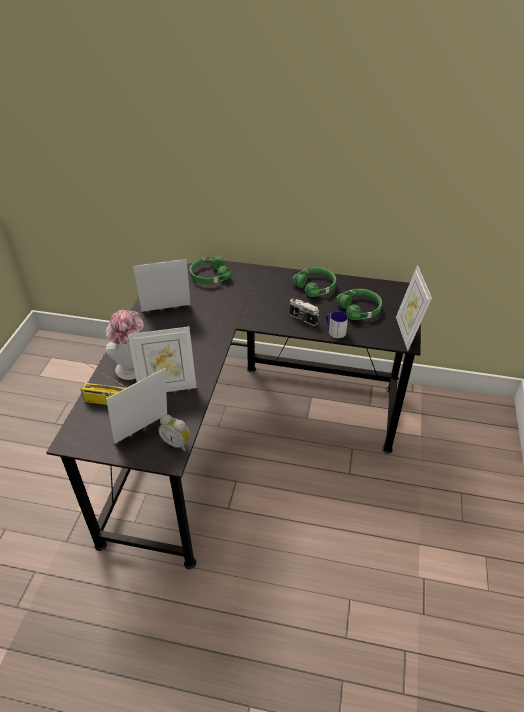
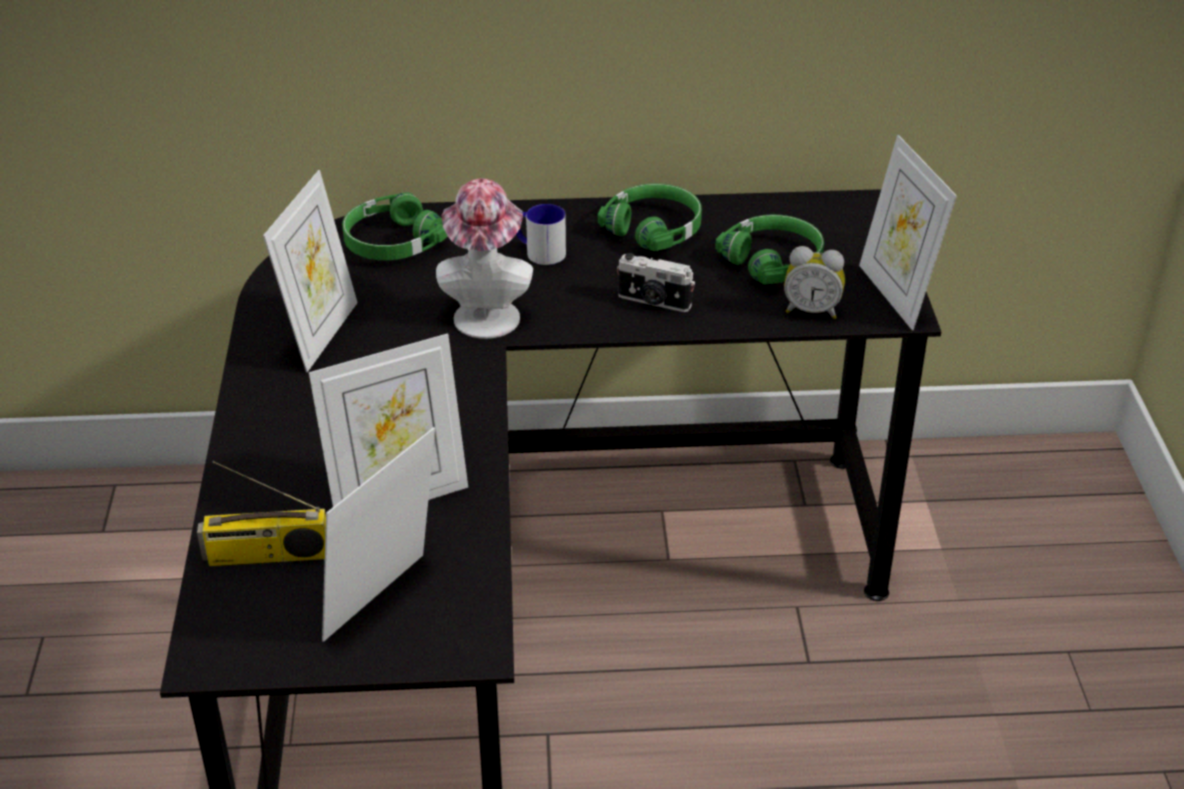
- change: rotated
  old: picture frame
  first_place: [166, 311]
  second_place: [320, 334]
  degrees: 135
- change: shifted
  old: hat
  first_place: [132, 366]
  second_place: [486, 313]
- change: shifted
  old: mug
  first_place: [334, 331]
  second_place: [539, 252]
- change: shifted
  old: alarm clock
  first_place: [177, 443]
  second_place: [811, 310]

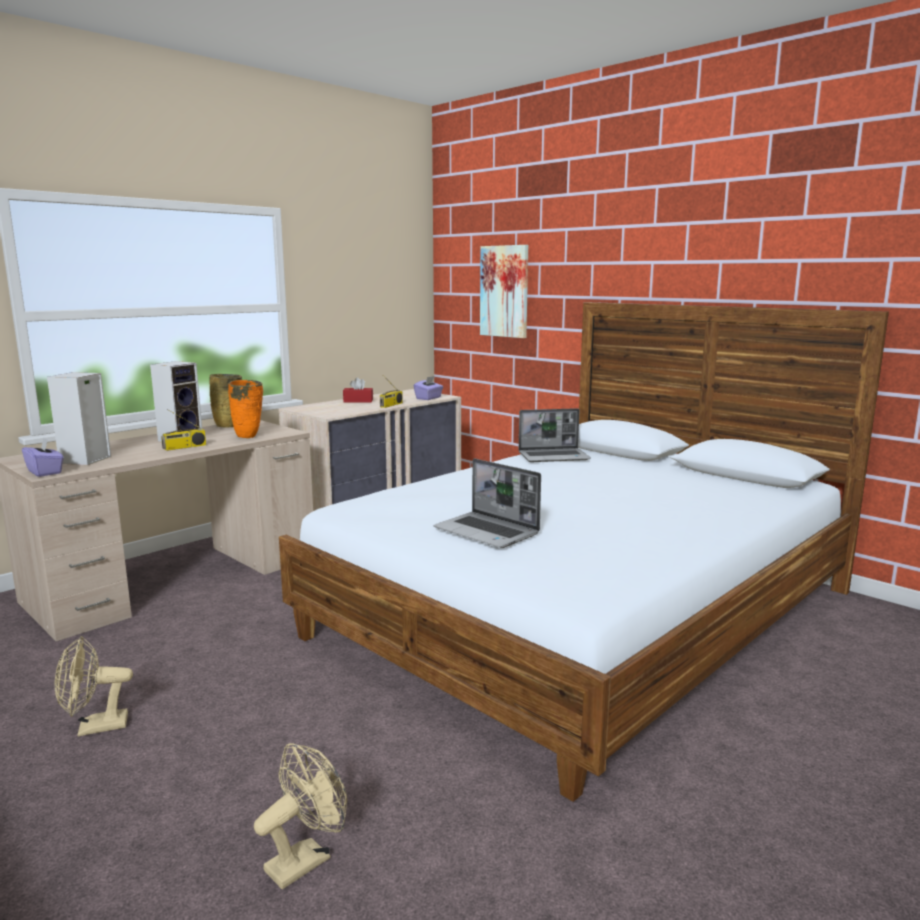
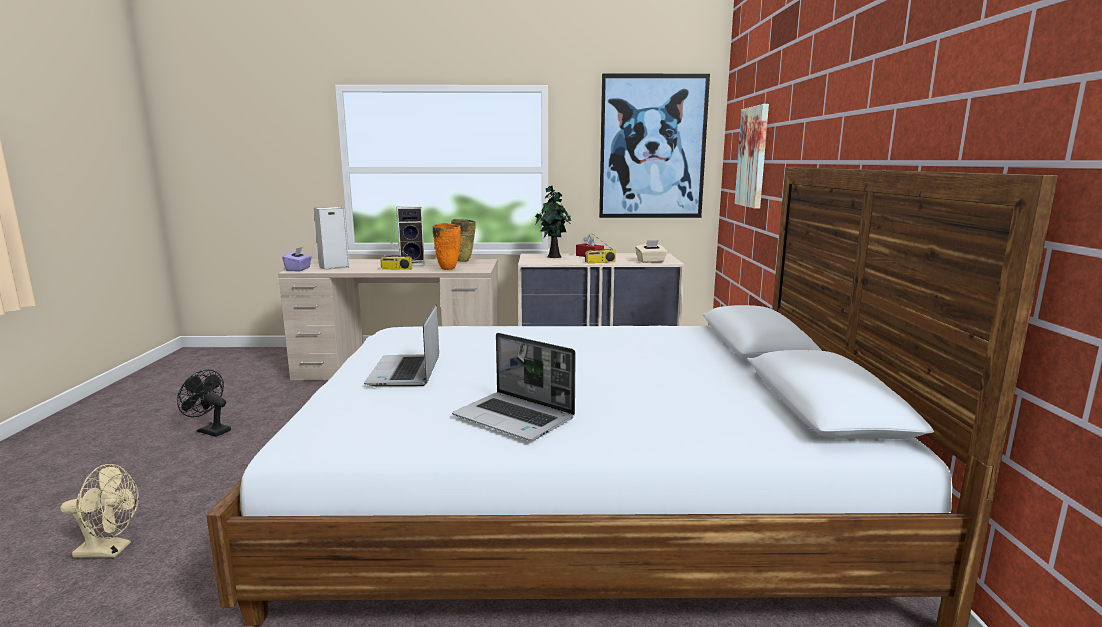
- change: repainted
  old: purple tissue holder
  new: beige-coloured tissue holder
  first_place: [429, 398]
  second_place: [651, 261]
- change: shifted
  old: portable computer
  first_place: [554, 457]
  second_place: [515, 418]
- change: repainted
  old: beige-coloured cooling fan
  new: blackish cooling fan
  first_place: [94, 728]
  second_place: [210, 431]
- change: new
  new: picture
  second_place: [652, 147]
- change: new
  new: potted plant
  second_place: [553, 256]

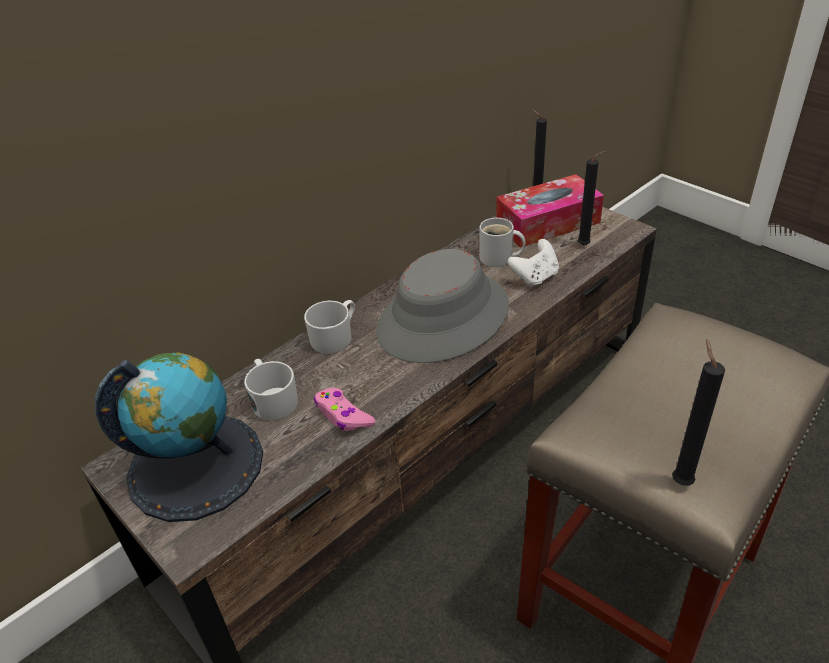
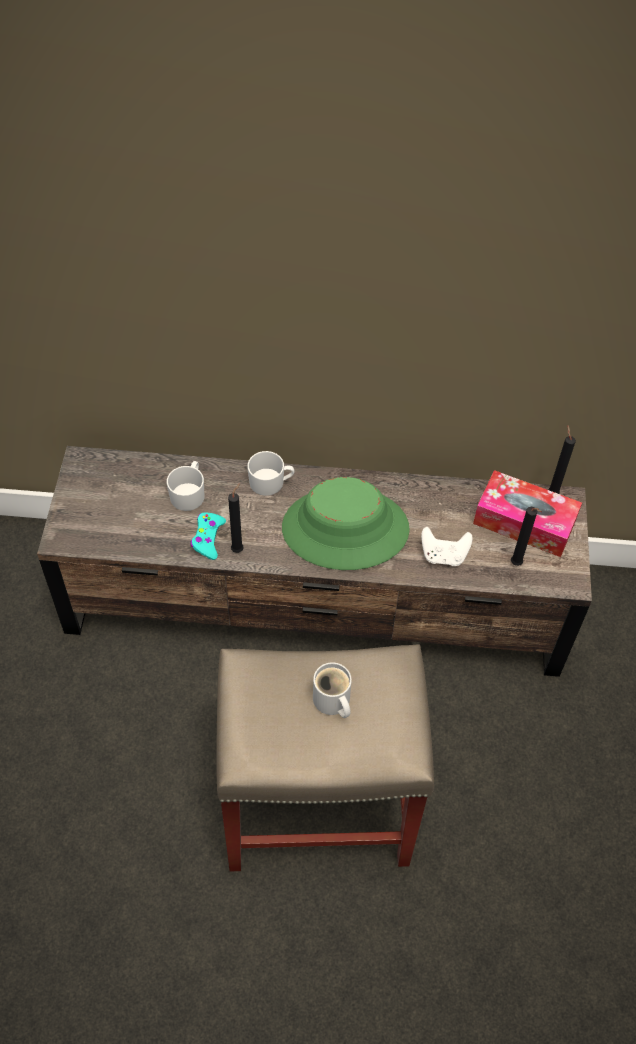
- change: shifted
  old: white-coloured mug
  first_place: [499, 258]
  second_place: [332, 702]
- change: repainted
  old: gray hat
  new: greenish hat
  first_place: [443, 318]
  second_place: [345, 529]
- change: shifted
  old: blackish wax candle
  first_place: [680, 480]
  second_place: [238, 549]
- change: gone
  old: world globe
  first_place: [196, 465]
- change: repainted
  old: pinkish gamepad
  new: blue-green gamepad
  first_place: [343, 415]
  second_place: [208, 538]

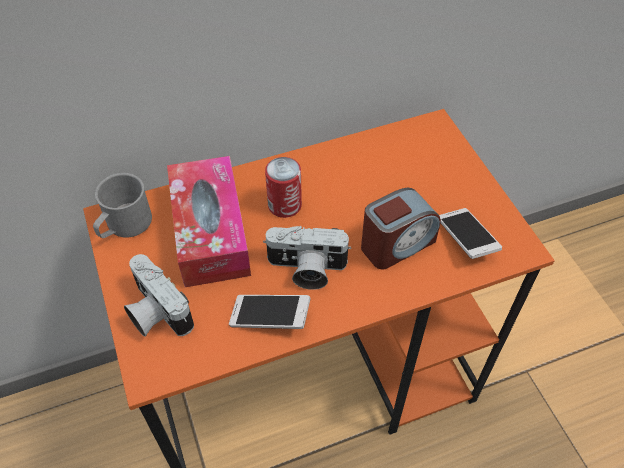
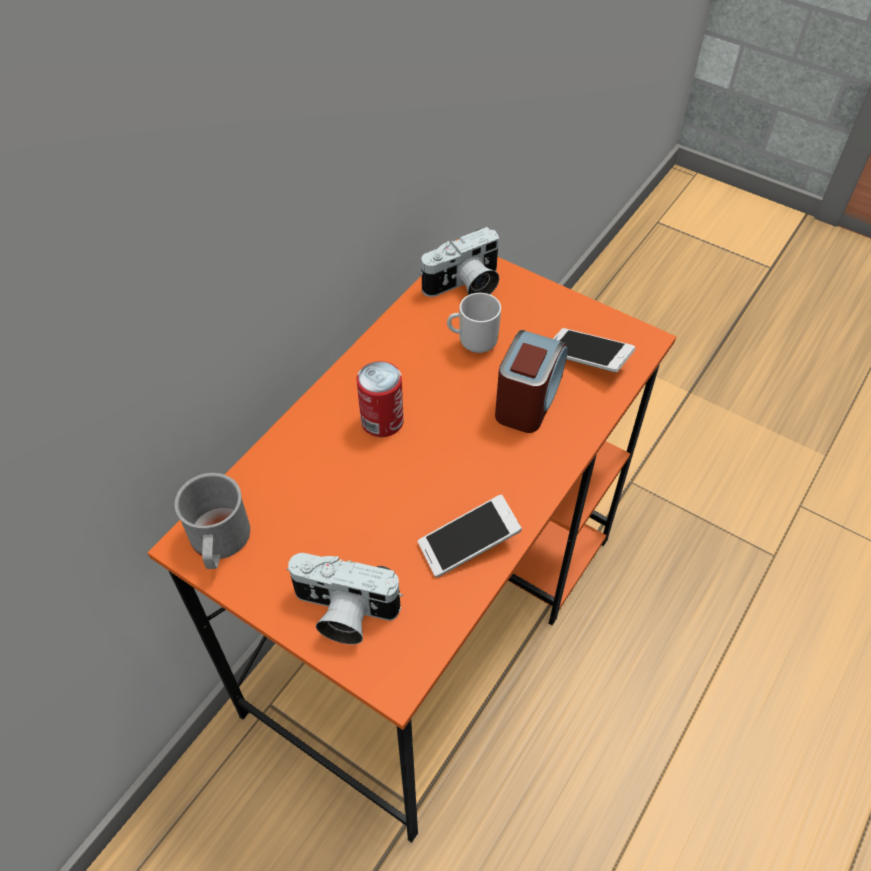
- change: gone
  old: tissue holder
  first_place: [210, 232]
- change: shifted
  old: still camera
  first_place: [306, 269]
  second_place: [465, 286]
- change: new
  new: mug
  second_place: [475, 343]

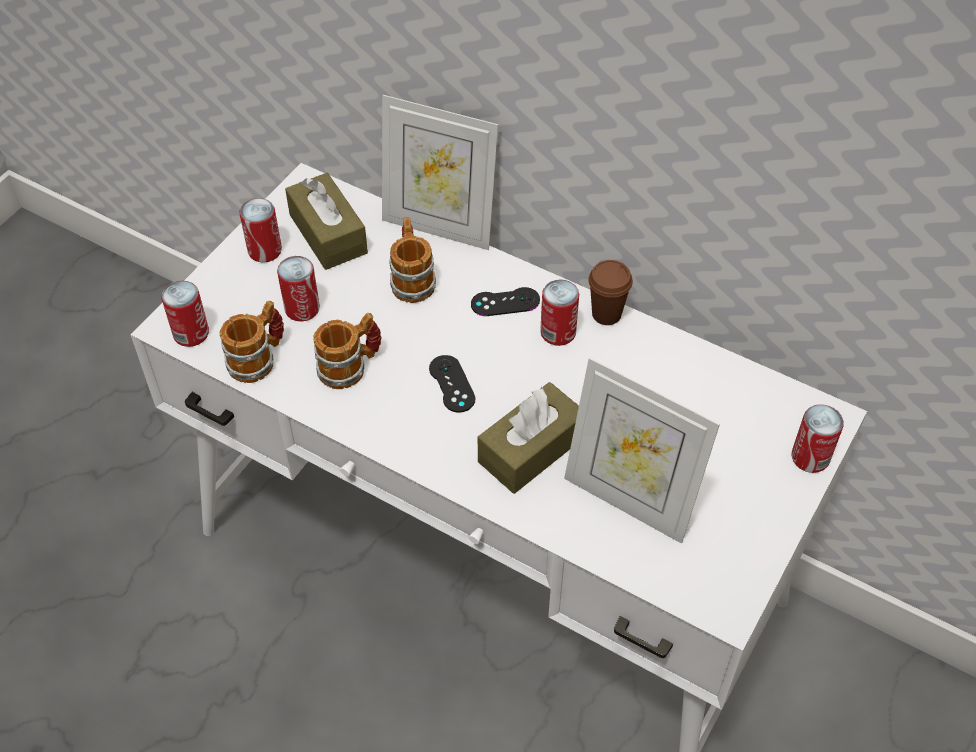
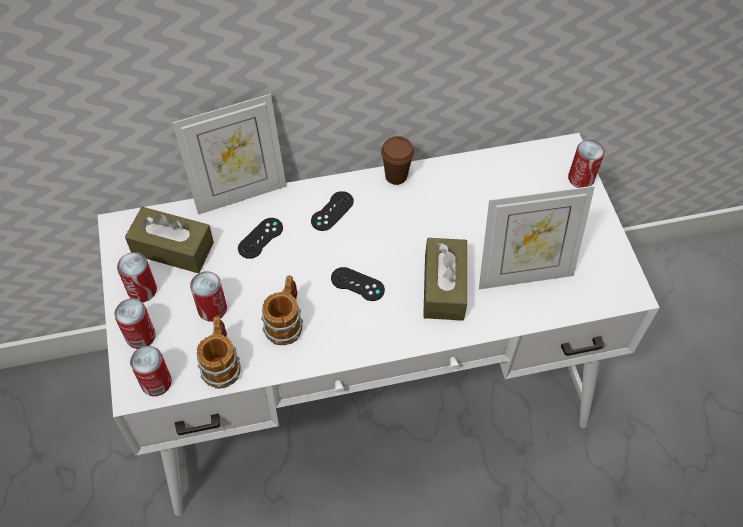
- change: swapped
  old: mug
  new: blackish gamepad
  first_place: [412, 279]
  second_place: [260, 238]
- change: shifted
  old: can
  first_place: [558, 332]
  second_place: [140, 336]

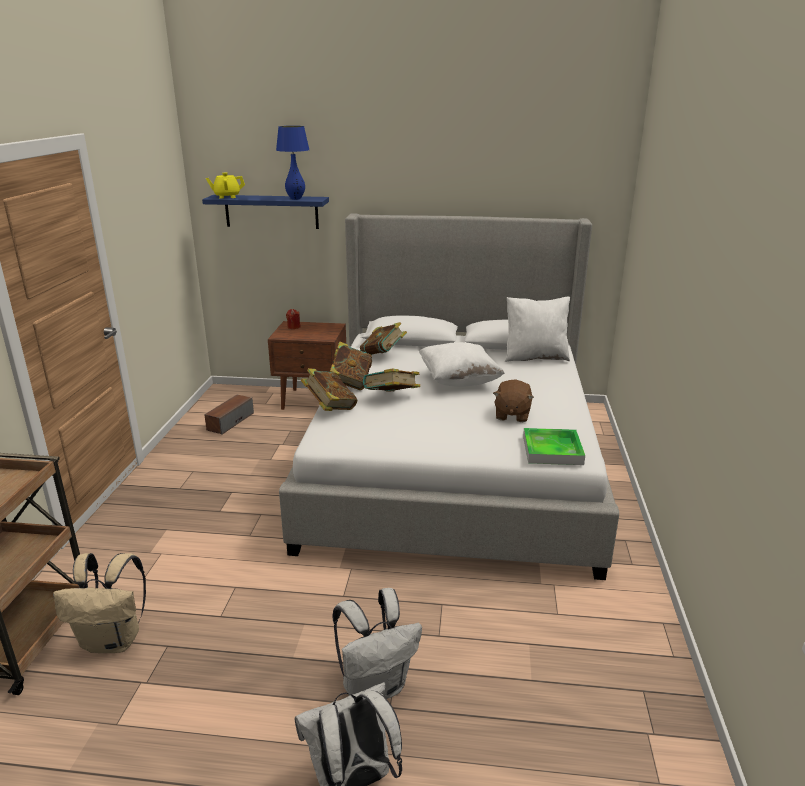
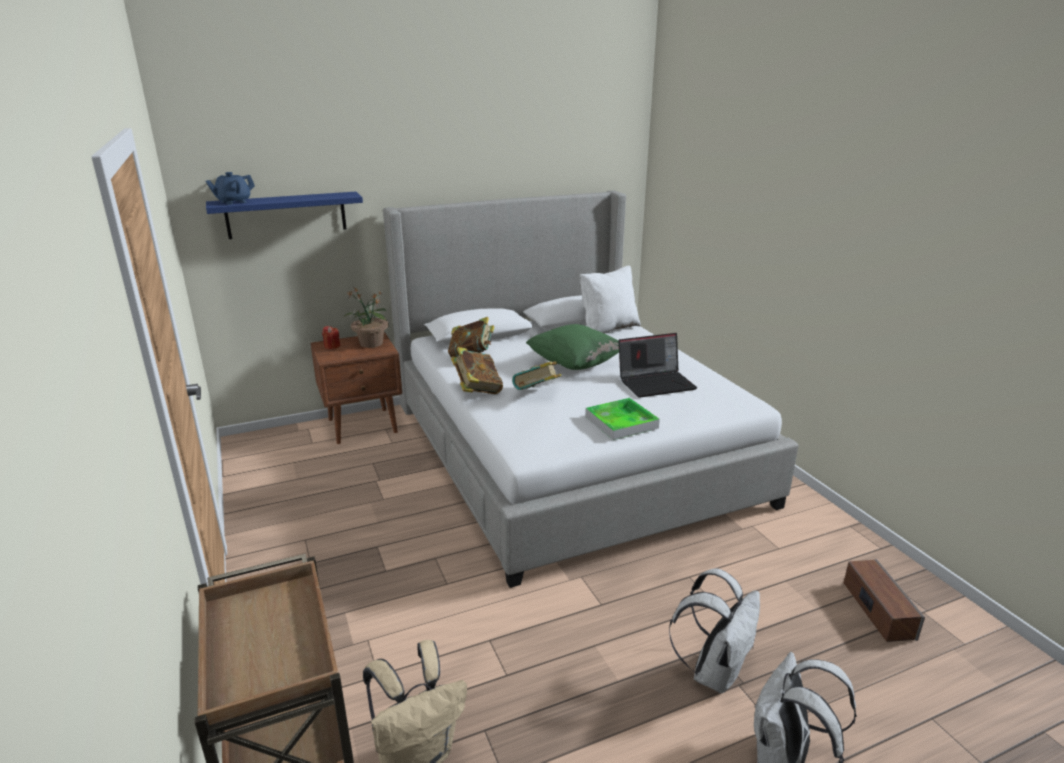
- change: gone
  old: bluish tabletop lamp
  first_place: [296, 199]
- change: repainted
  old: yellow pot for tea
  new: bluish pot for tea
  first_place: [227, 197]
  second_place: [233, 202]
- change: repainted
  old: white-coloured pillow
  new: greenish pillow
  first_place: [459, 381]
  second_place: [574, 364]
- change: gone
  old: volume
  first_place: [330, 408]
- change: swapped
  old: brownish cuddly toy
  new: portable computer
  first_place: [511, 415]
  second_place: [656, 383]
- change: shifted
  old: speaker
  first_place: [230, 421]
  second_place: [877, 610]
- change: shifted
  old: serving tray
  first_place: [552, 450]
  second_place: [621, 422]
- change: new
  new: potted plant
  second_place: [371, 344]

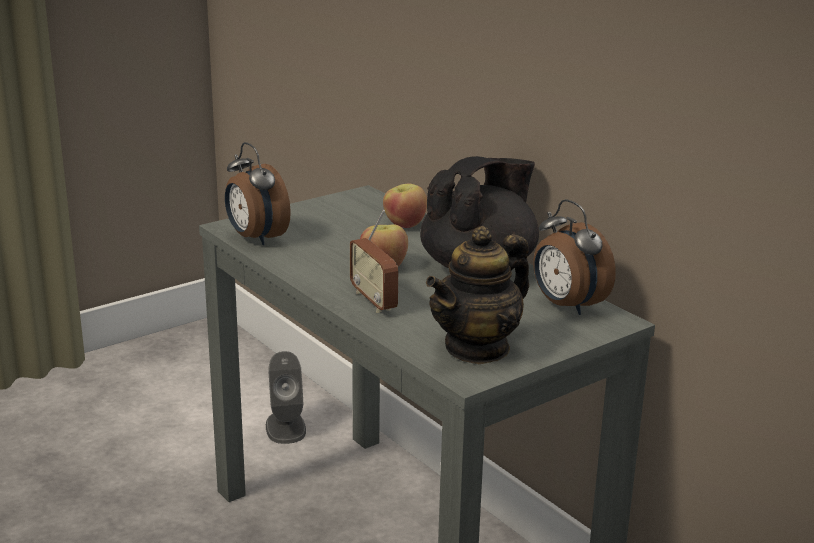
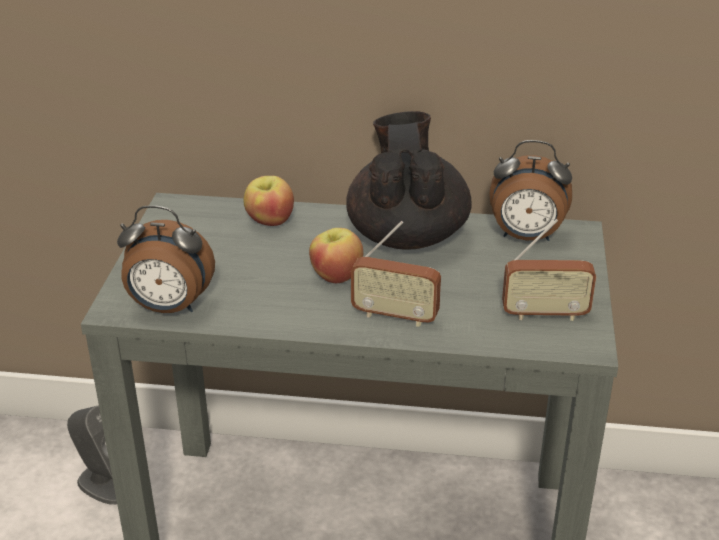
- change: swapped
  old: pot for tea
  new: radio
  first_place: [477, 348]
  second_place: [545, 314]

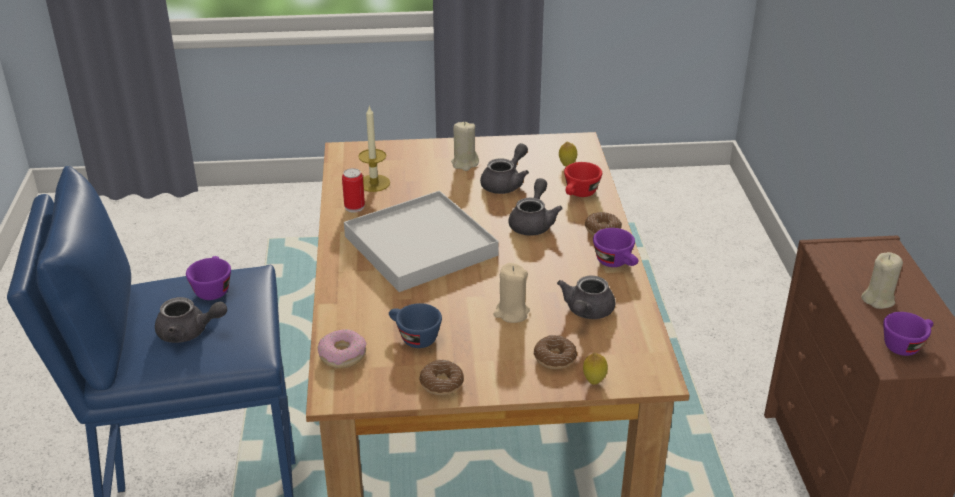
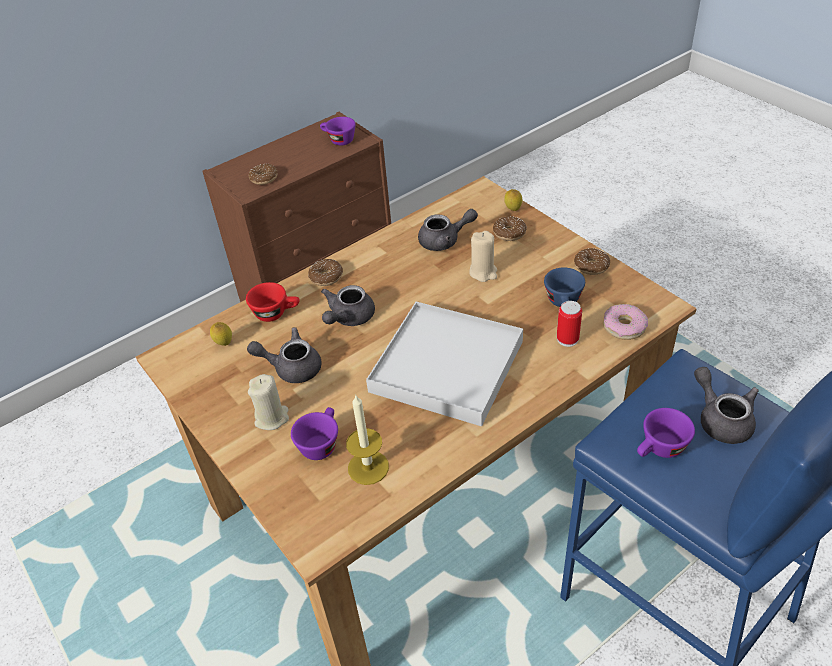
- change: shifted
  old: can
  first_place: [354, 207]
  second_place: [567, 339]
- change: rotated
  old: gray pot for tea
  first_place: [533, 223]
  second_place: [348, 318]
  degrees: -45
- change: shifted
  old: purple drinking cup
  first_place: [617, 263]
  second_place: [320, 443]
- change: gone
  old: beige-coloured wax candle
  first_place: [878, 299]
- change: new
  new: donut
  second_place: [264, 178]

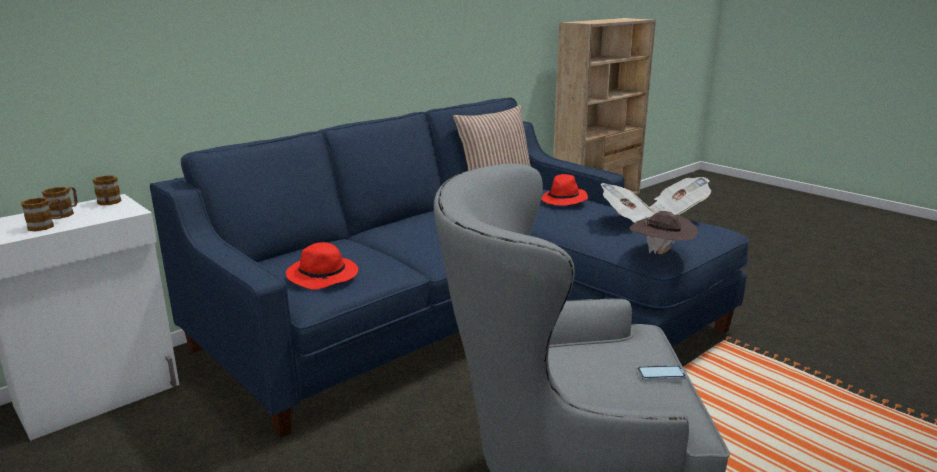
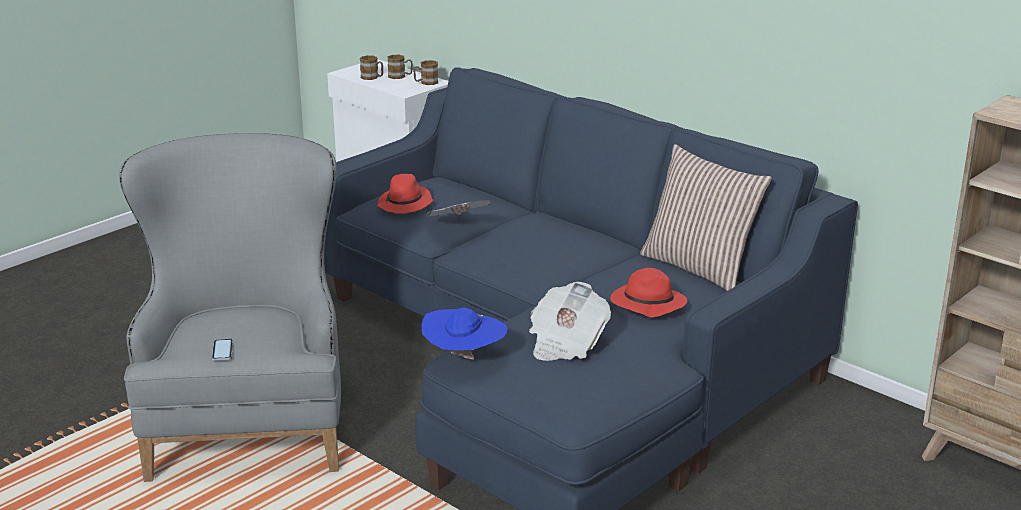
- change: shifted
  old: printed paper
  first_place: [675, 213]
  second_place: [458, 225]
- change: repainted
  old: brownish hat
  new: bluish hat
  first_place: [661, 254]
  second_place: [464, 358]

